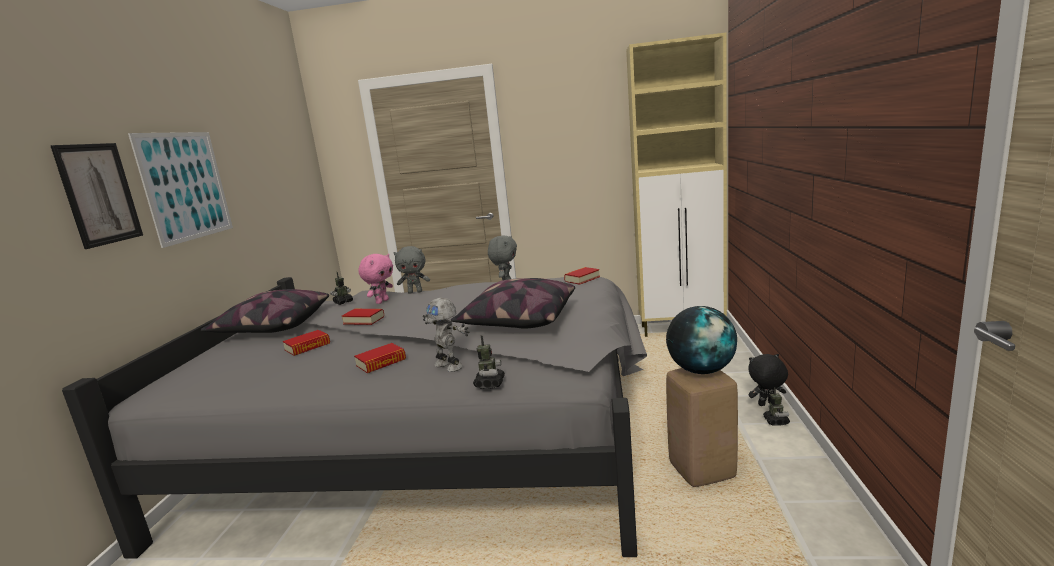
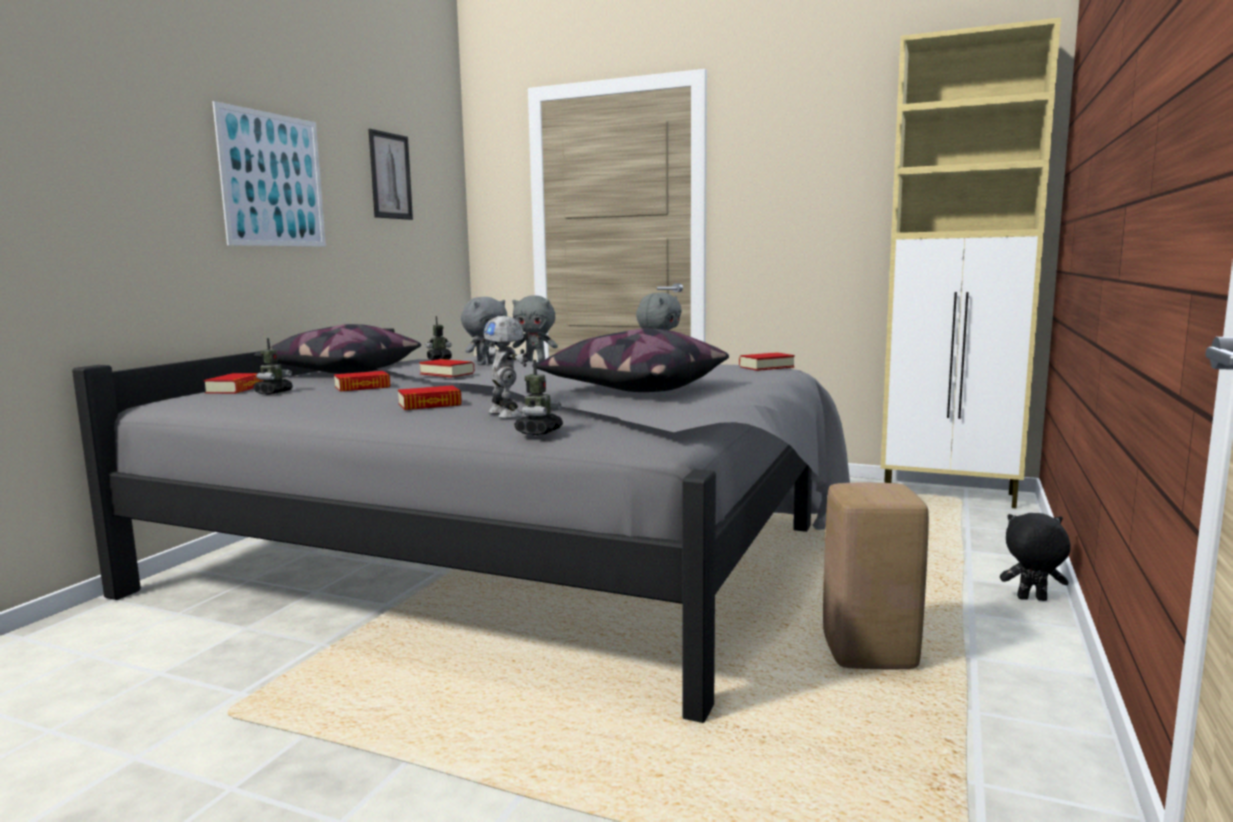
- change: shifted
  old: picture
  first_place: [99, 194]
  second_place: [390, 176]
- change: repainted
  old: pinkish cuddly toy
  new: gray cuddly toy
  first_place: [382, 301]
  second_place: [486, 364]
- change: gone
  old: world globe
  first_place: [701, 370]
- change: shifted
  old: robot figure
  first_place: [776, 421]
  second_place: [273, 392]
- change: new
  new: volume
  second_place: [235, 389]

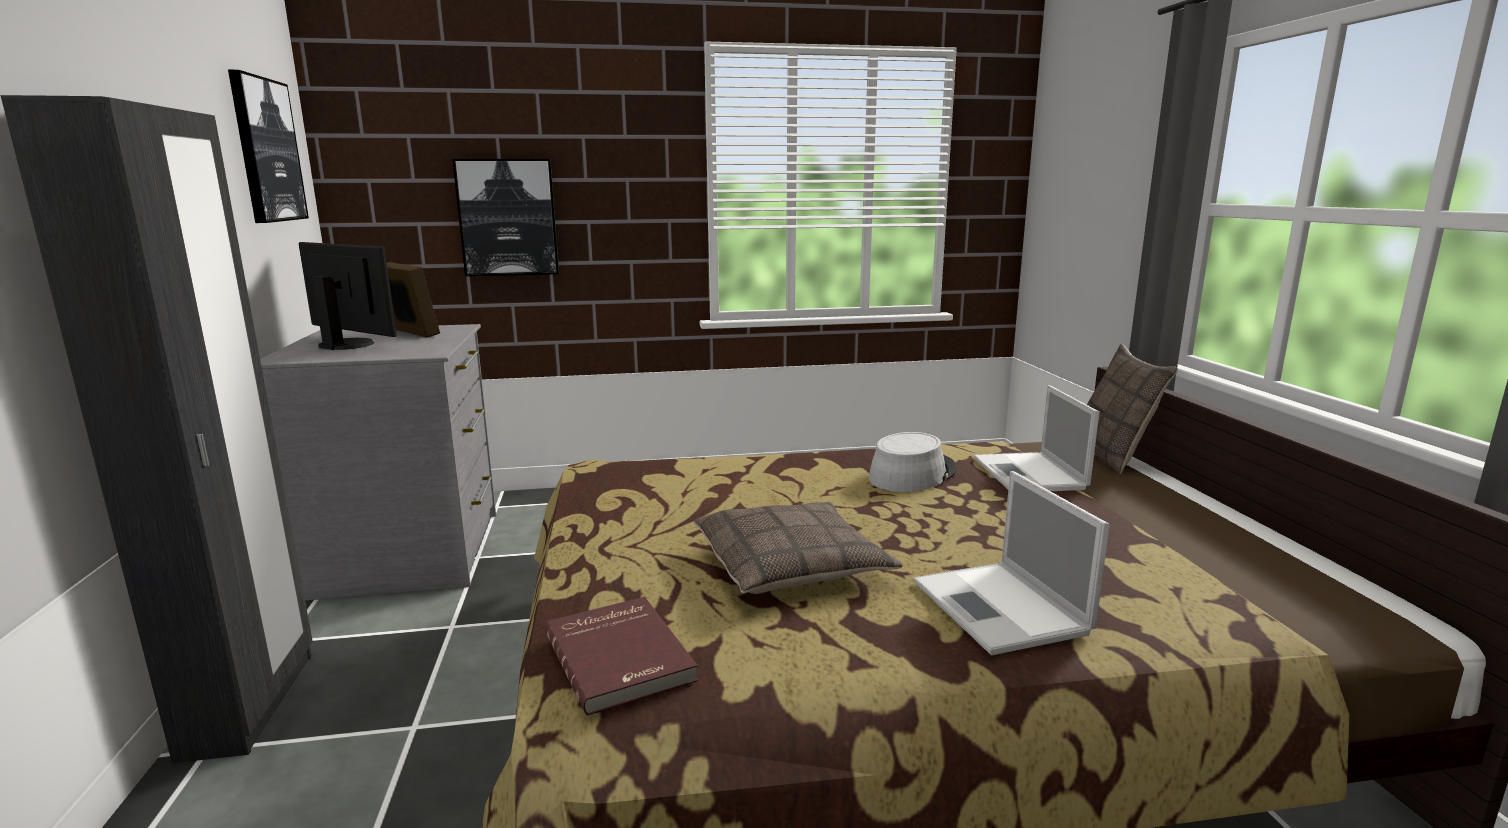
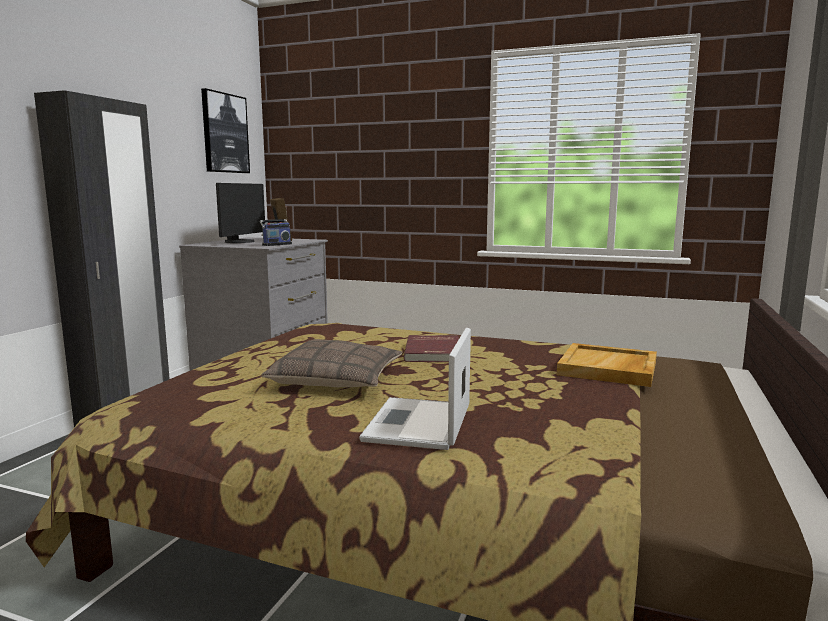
- change: gone
  old: picture
  first_place: [508, 217]
- change: rotated
  old: monitor
  first_place: [349, 344]
  second_place: [241, 242]
  degrees: 45
- change: gone
  old: pillow
  first_place: [1112, 455]
- change: swapped
  old: portable computer
  new: beige-coloured serving tray
  first_place: [1030, 474]
  second_place: [608, 369]
- change: gone
  old: gray hat
  first_place: [912, 474]
- change: shifted
  old: reddish volume
  first_place: [621, 657]
  second_place: [434, 352]
- change: new
  new: radio
  second_place: [276, 244]

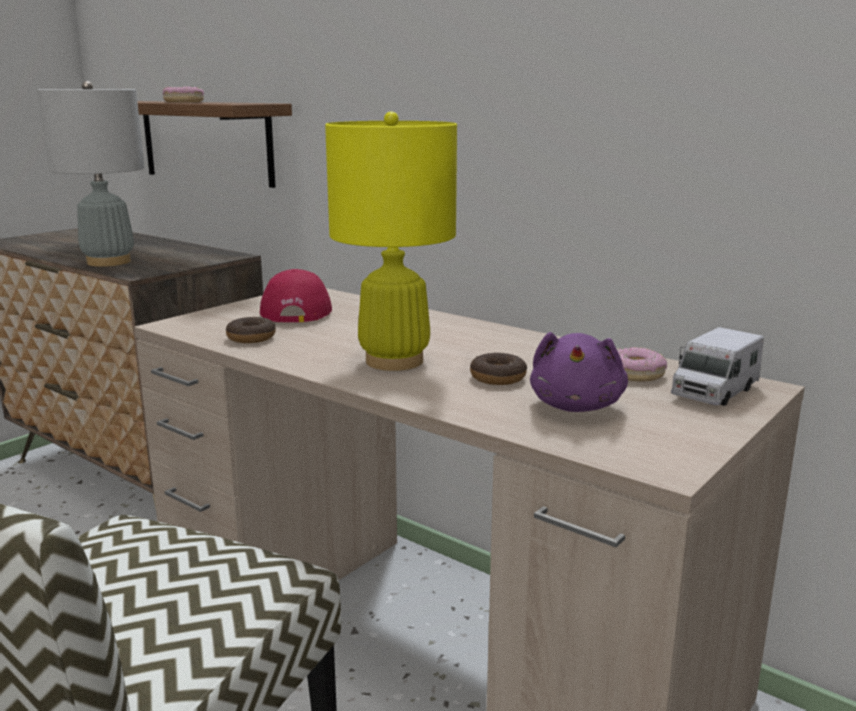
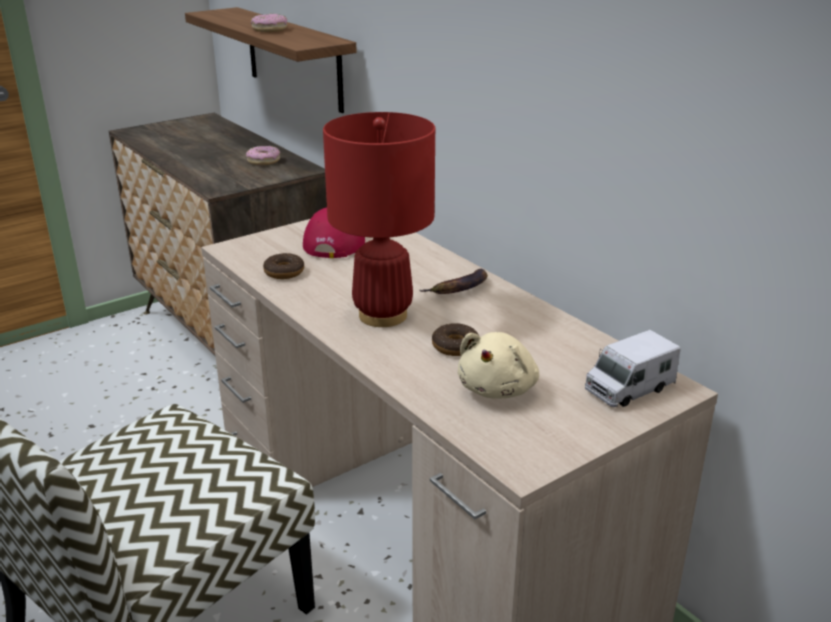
- change: gone
  old: gray tabletop lamp
  first_place: [108, 262]
- change: repainted
  old: yellow tabletop lamp
  new: reddish tabletop lamp
  first_place: [394, 361]
  second_place: [383, 315]
- change: repainted
  old: purple cuddly toy
  new: beige-coloured cuddly toy
  first_place: [577, 406]
  second_place: [498, 388]
- change: shifted
  old: donut
  first_place: [635, 373]
  second_place: [263, 161]
- change: new
  new: banana
  second_place: [459, 289]

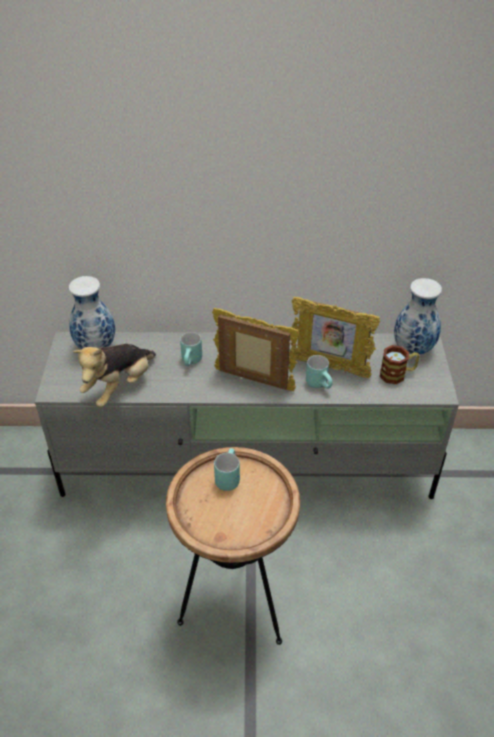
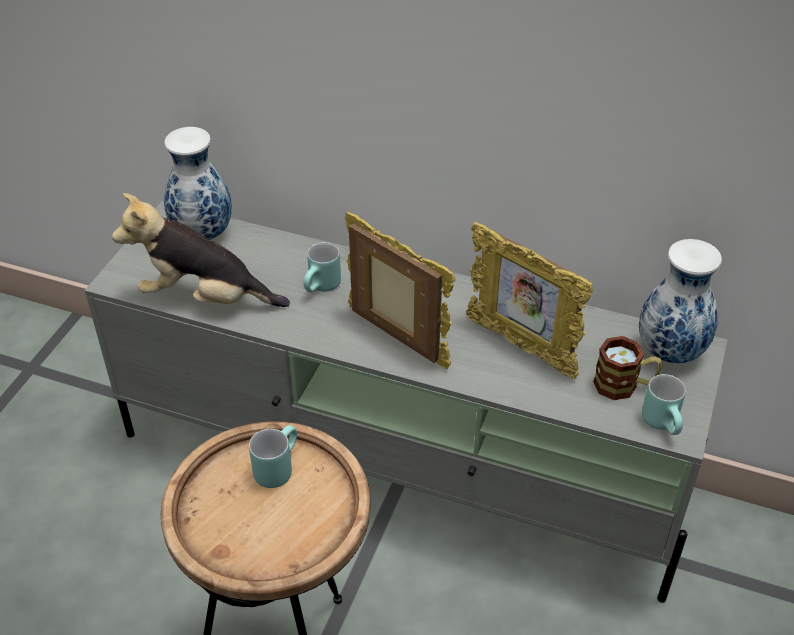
- change: rotated
  old: cuddly toy
  first_place: [120, 387]
  second_place: [205, 298]
  degrees: 45
- change: shifted
  old: blue-green mug
  first_place: [320, 384]
  second_place: [665, 424]

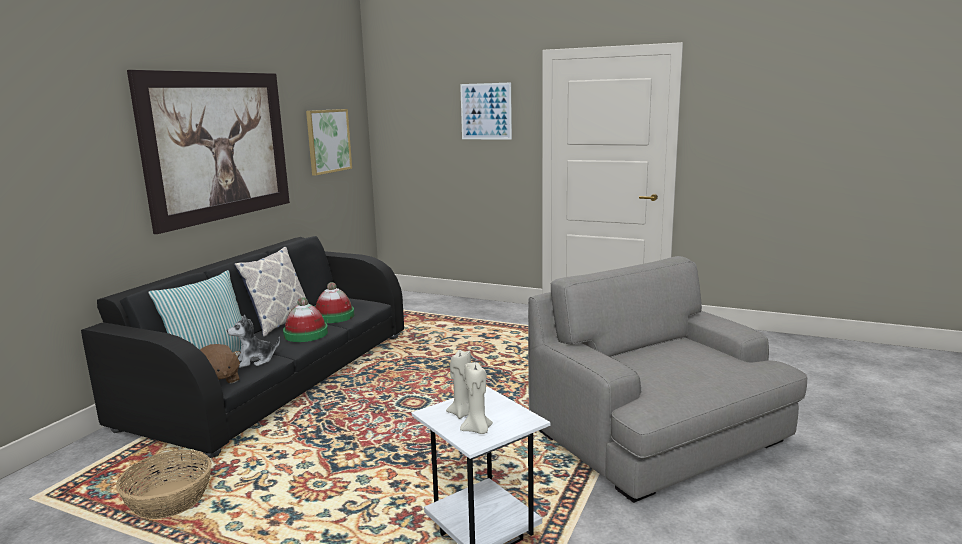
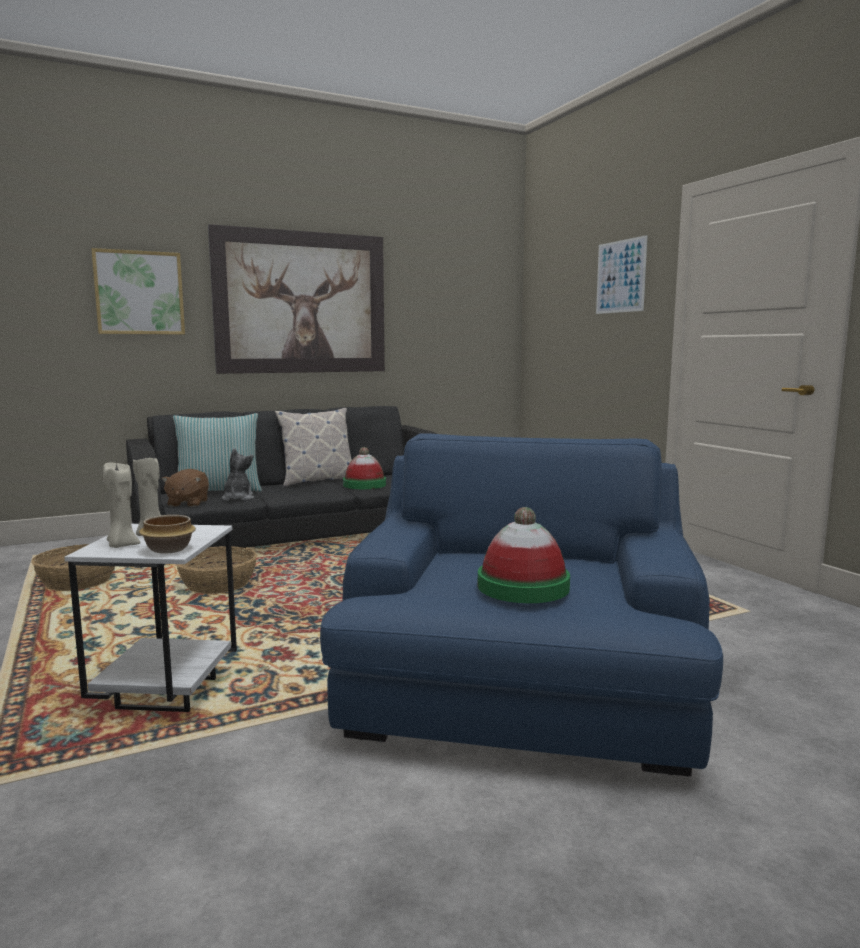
- change: shifted
  old: picture
  first_place: [328, 141]
  second_place: [139, 293]
- change: repainted
  old: gray armchair
  new: bluish armchair
  first_place: [659, 437]
  second_place: [519, 697]
- change: shifted
  old: hat
  first_place: [306, 334]
  second_place: [523, 586]
- change: rotated
  old: cuddly toy
  first_place: [255, 361]
  second_place: [238, 498]
  degrees: 75
- change: new
  new: serving bowl
  second_place: [168, 549]
- change: new
  new: basket
  second_place: [218, 584]

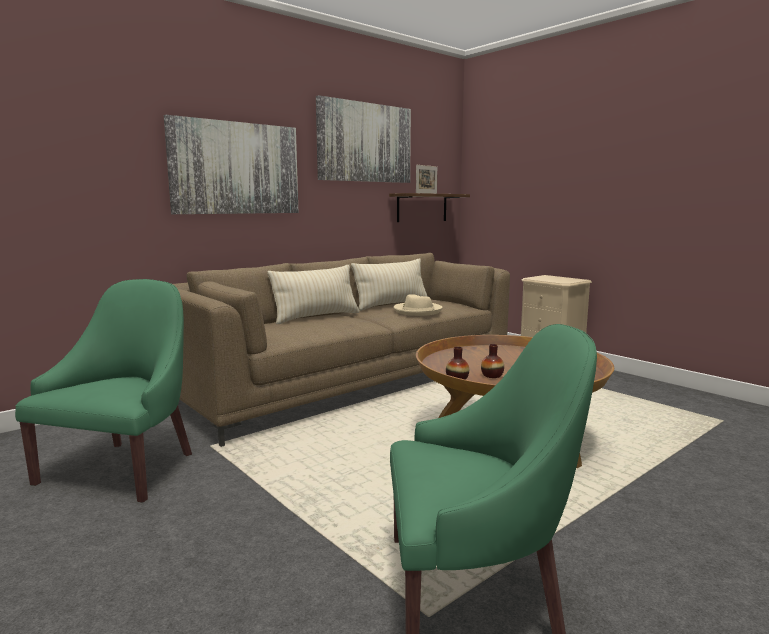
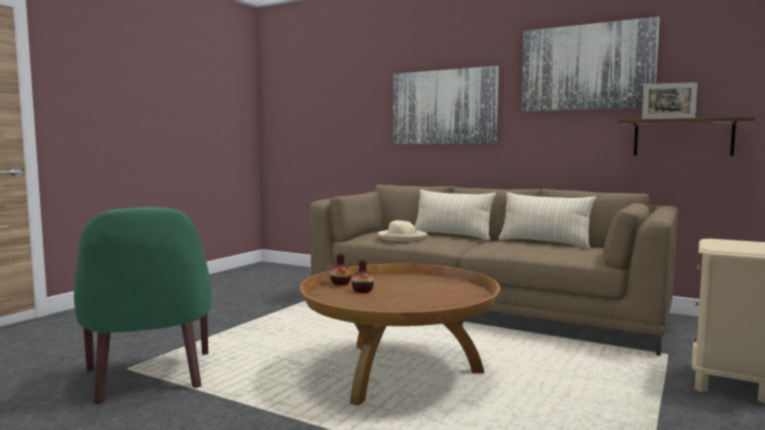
- change: gone
  old: greenish armchair
  first_place: [124, 468]
- change: shifted
  old: beige-coloured hat
  first_place: [417, 311]
  second_place: [401, 237]

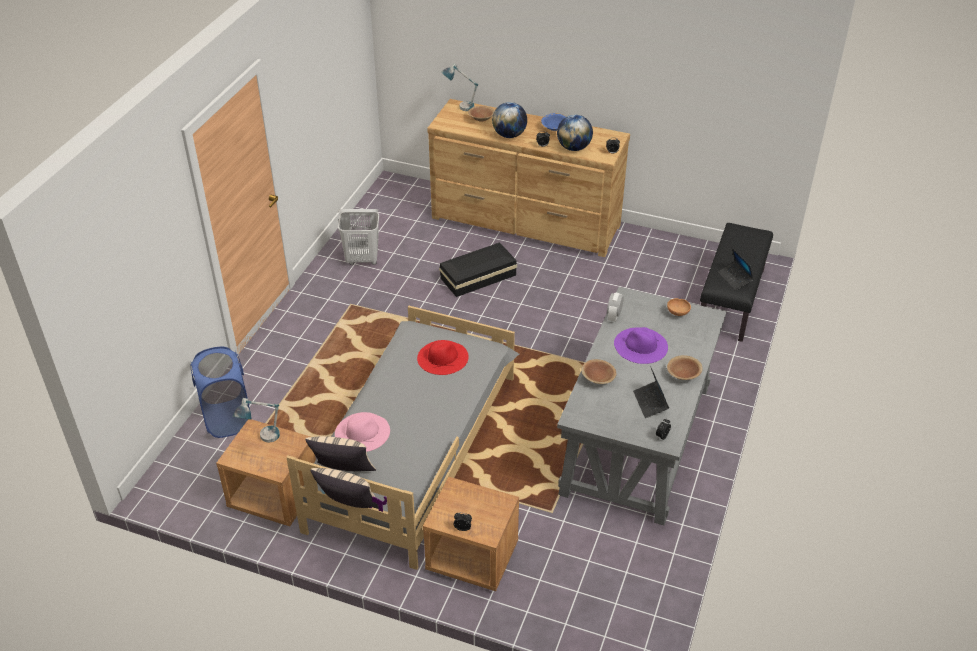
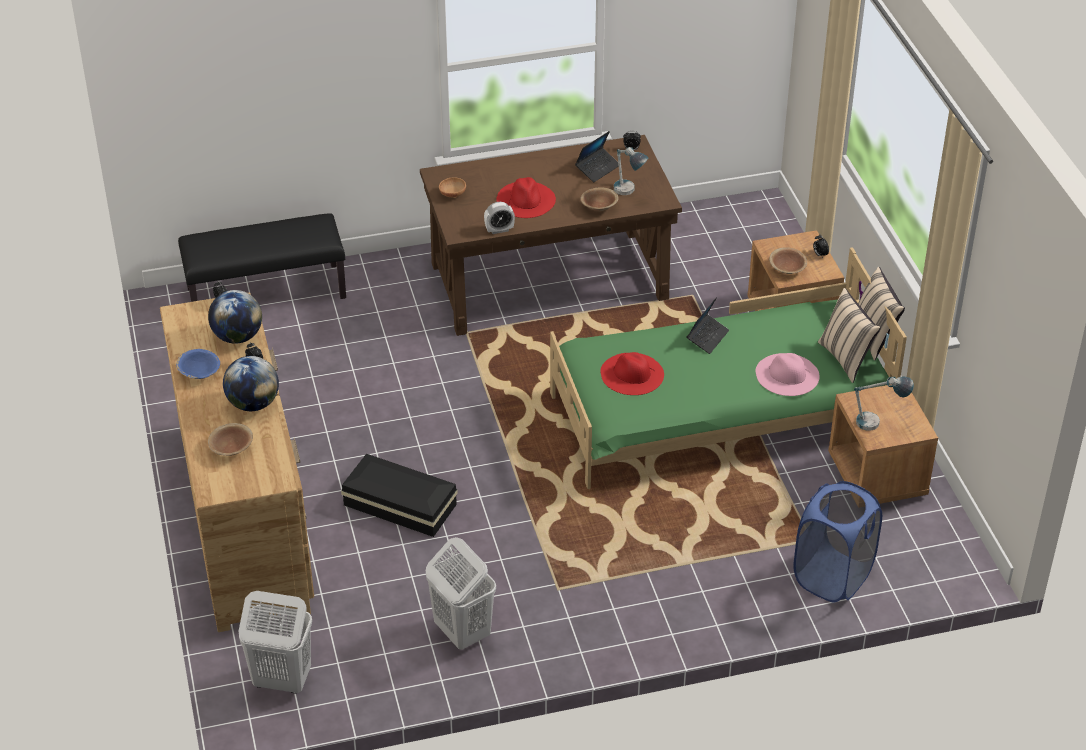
- change: shifted
  old: tabletop lamp
  first_place: [460, 107]
  second_place: [629, 194]
- change: shifted
  old: portable computer
  first_place: [735, 278]
  second_place: [707, 337]
- change: repainted
  old: gray desk table
  new: brownish desk table
  first_place: [637, 439]
  second_place: [549, 281]
- change: repainted
  old: gray sleeping bed
  new: greenish sleeping bed
  first_place: [413, 449]
  second_place: [717, 415]
- change: repainted
  old: purple hat
  new: reddish hat
  first_place: [640, 345]
  second_place: [526, 199]
- change: shifted
  old: brownish serving bowl
  first_place: [683, 374]
  second_place: [787, 269]
- change: new
  new: white-coloured hamper
  second_place: [281, 680]

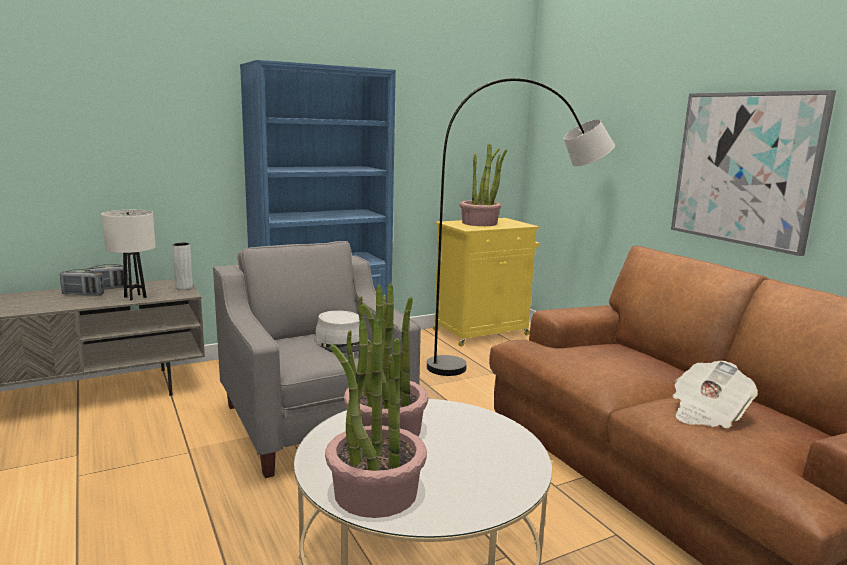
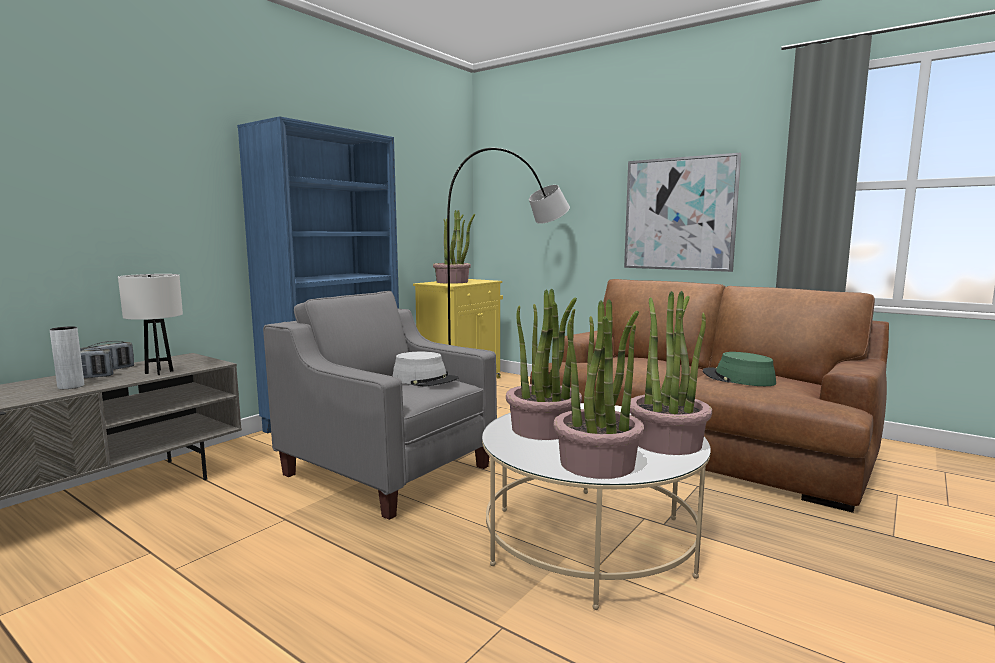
- change: shifted
  old: gray flower vase
  first_place: [184, 287]
  second_place: [71, 386]
- change: swapped
  old: printed paper
  new: greenish hat
  first_place: [707, 413]
  second_place: [738, 378]
- change: new
  new: potted plant
  second_place: [667, 441]

